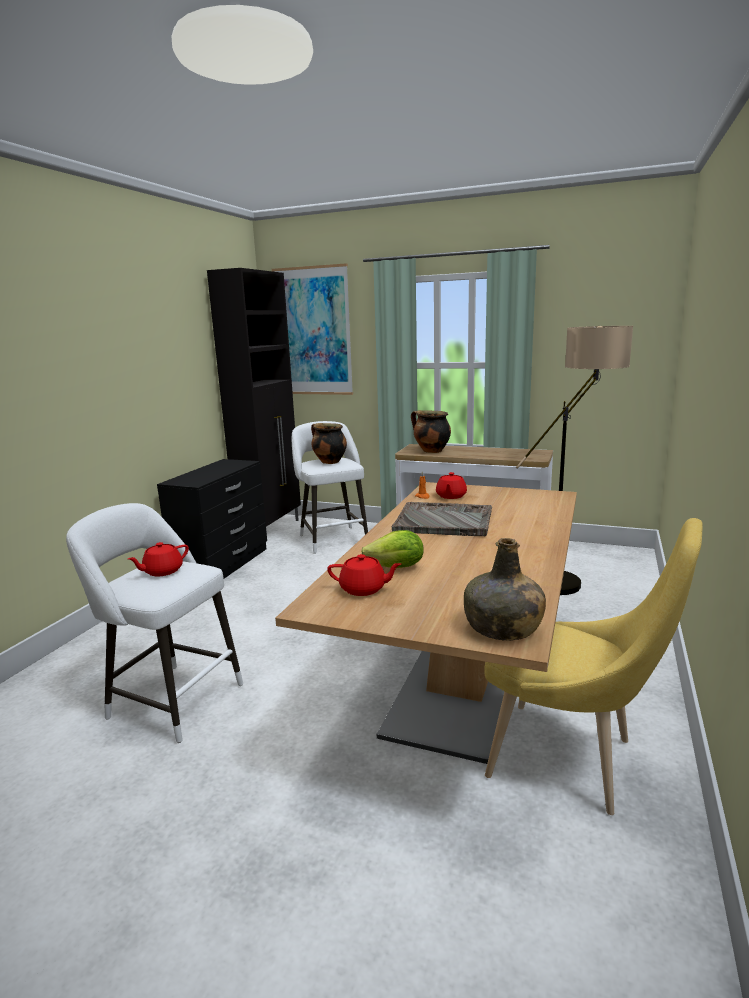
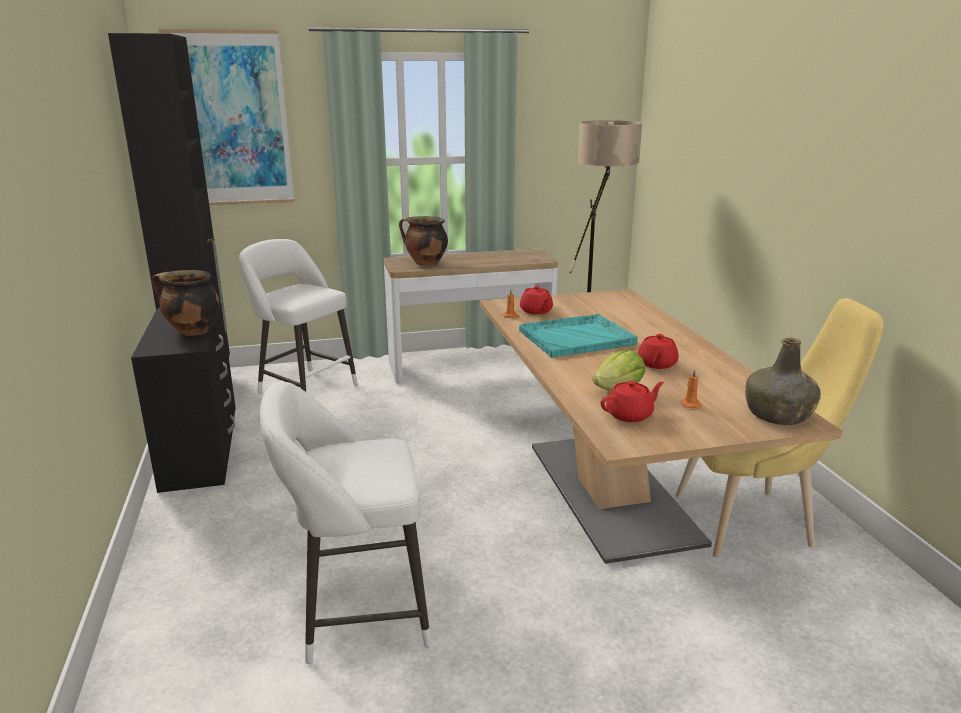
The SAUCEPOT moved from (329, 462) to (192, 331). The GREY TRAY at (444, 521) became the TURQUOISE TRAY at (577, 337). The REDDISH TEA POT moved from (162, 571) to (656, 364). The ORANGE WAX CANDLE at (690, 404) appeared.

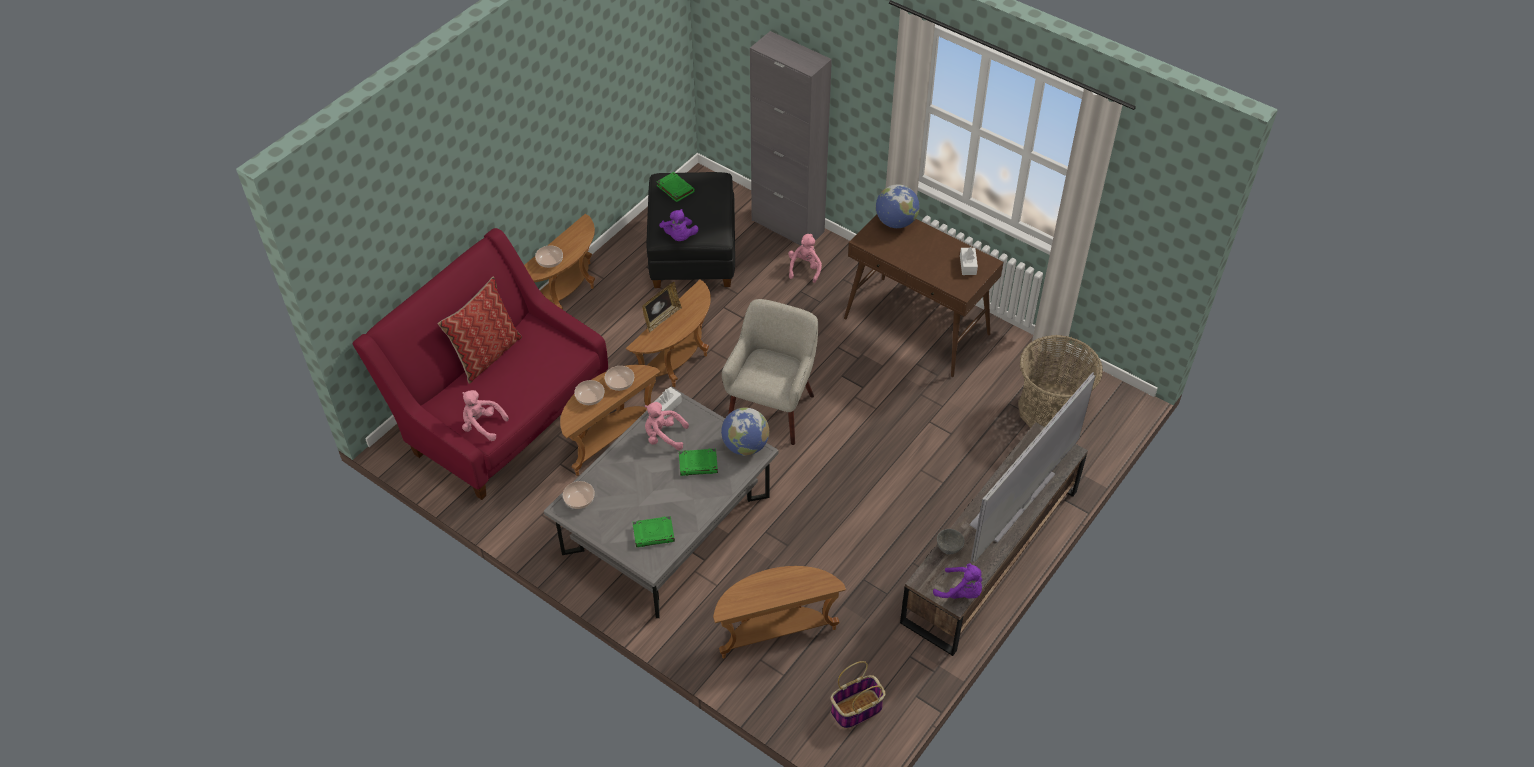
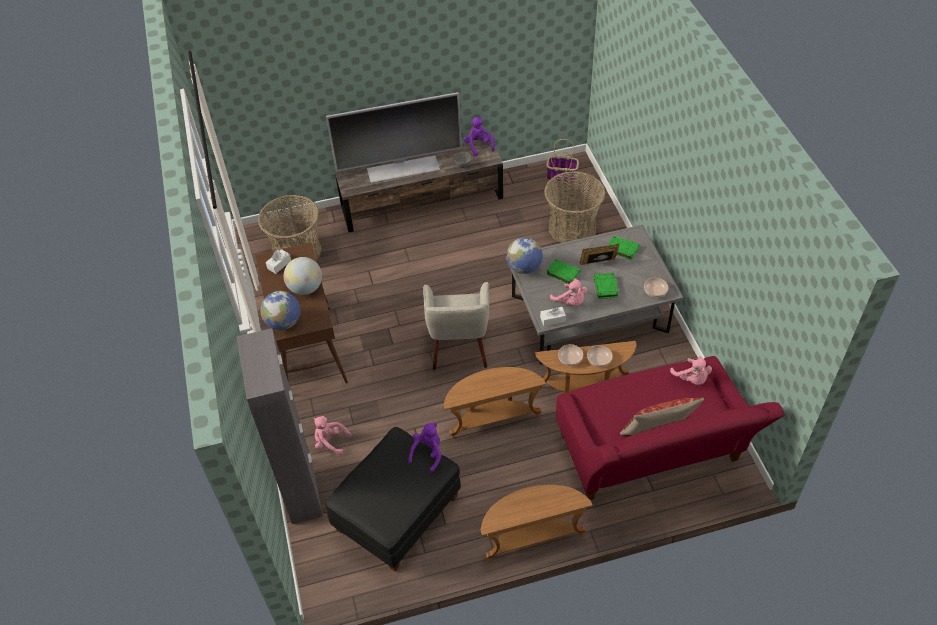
The GREENISH BOOK moved from (675, 188) to (606, 288). The PINK-COLOURED CUDDLY TOY at (804, 268) turned 60 degrees clockwise. The BOWL at (549, 261) disappeared. The PICTURE FRAME moved from (661, 318) to (598, 264). The BEIGE-COLOURED ARMCHAIR at (772, 409) turned 60 degrees counterclockwise. The BROWNISH END TABLE at (775, 631) was replaced by the HOUSEHOLD BASKET at (572, 228). The GLOBE at (305, 288) appeared.

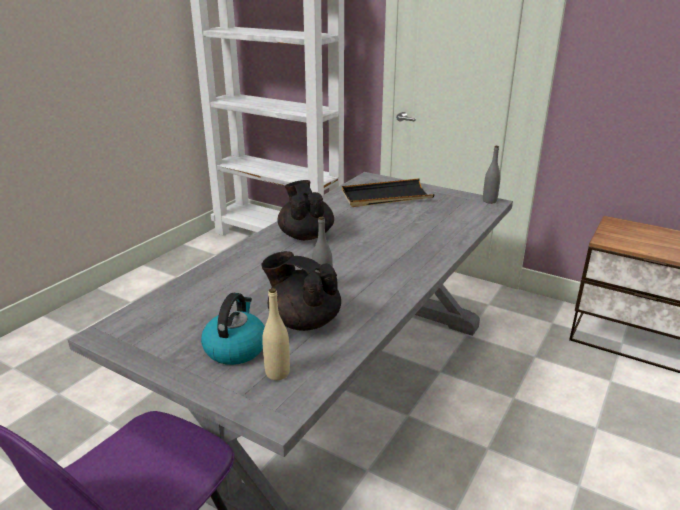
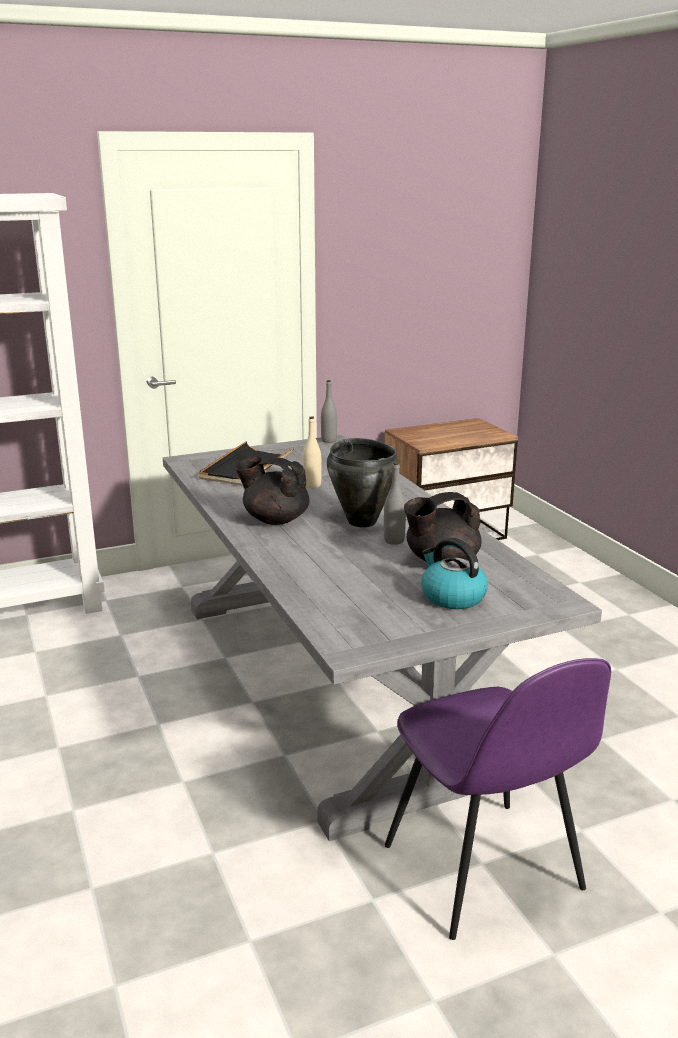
The BEIGE-COLOURED DRINK BOTTLE moved from (277, 373) to (312, 485). The BLACKISH SAUCEPOT at (362, 521) appeared.

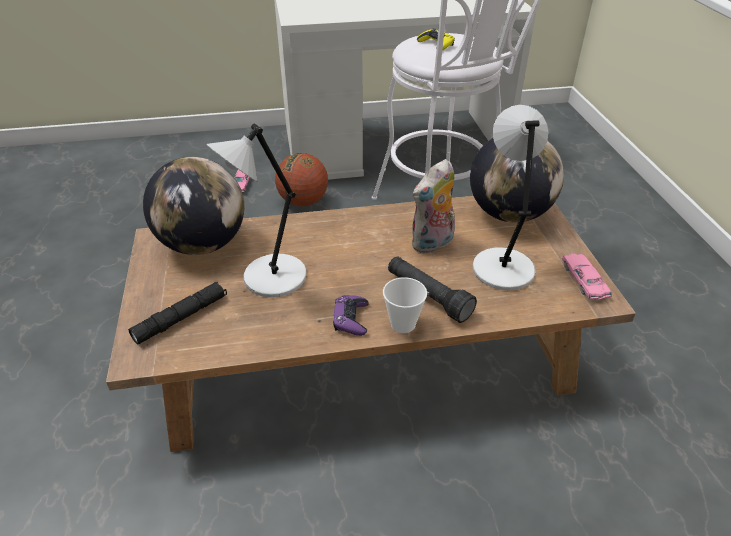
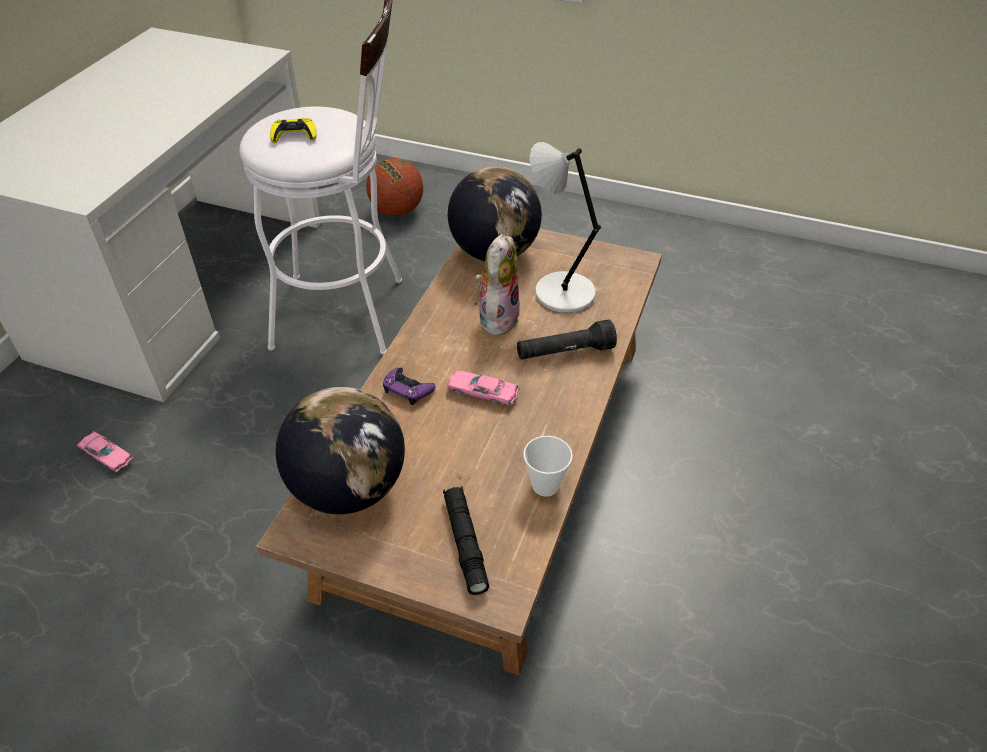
The GREY LAMP FOR A TABLE at (271, 278) disappeared. The BASKETBALL BALL moved from (303, 201) to (397, 211). The CUDDLY TOY at (432, 244) turned 150 degrees counterclockwise. The PINK-COLOURED TOY CAR moved from (584, 280) to (482, 392). The DRINKING CUP moved from (403, 324) to (545, 485). The PURPLE-COLOURED GAMEPAD moved from (351, 319) to (408, 389).

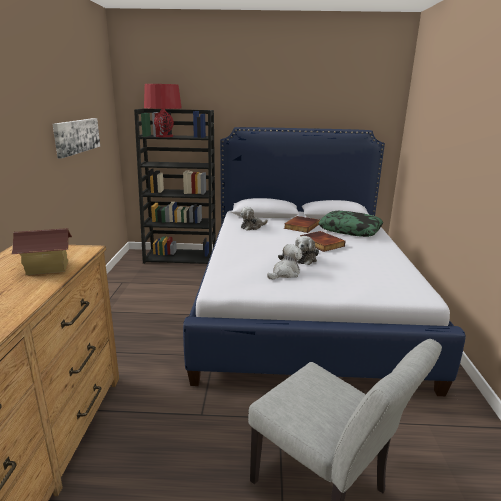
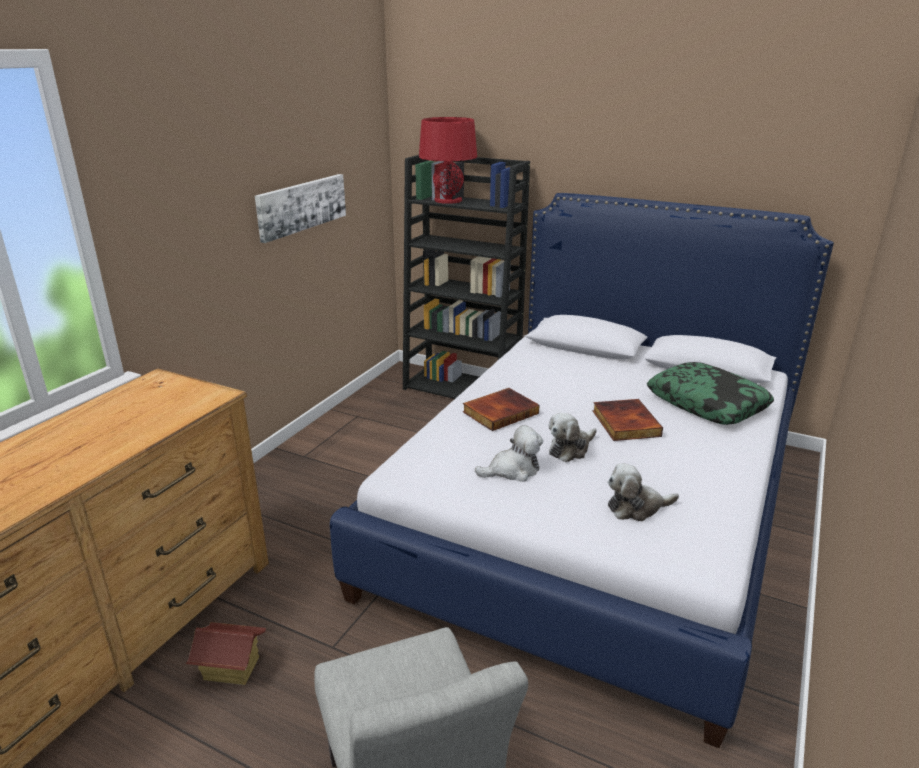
The CUDDLY TOY moved from (252, 227) to (636, 507). The BOOK moved from (301, 226) to (500, 412). The TOY HOUSE moved from (47, 268) to (231, 668).

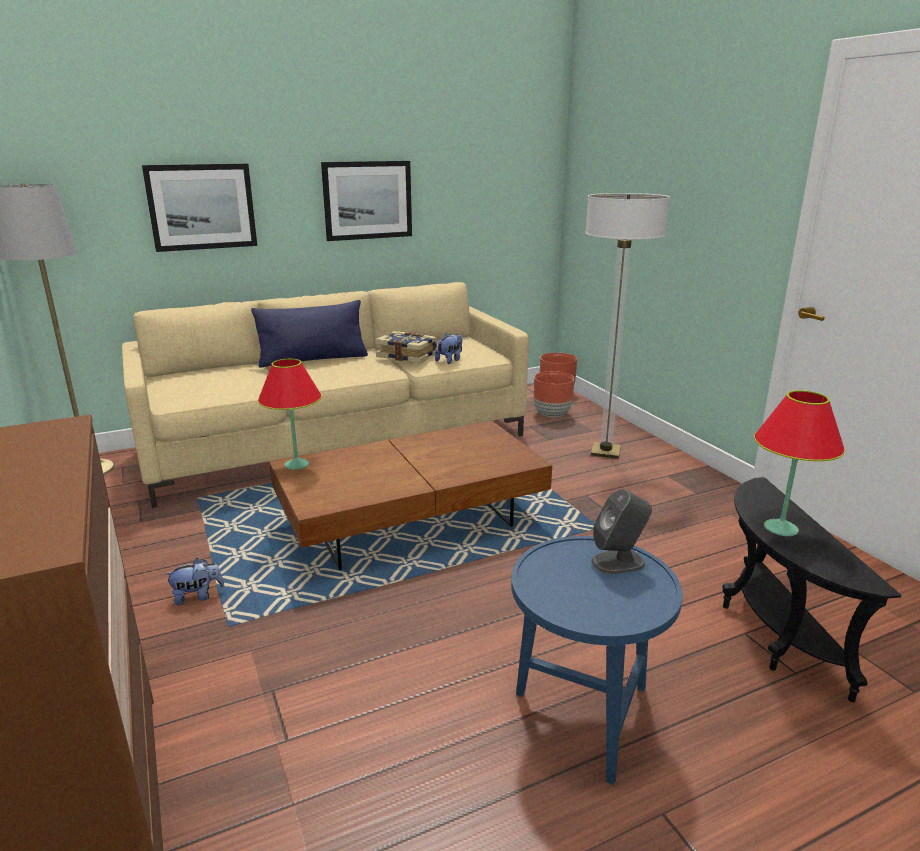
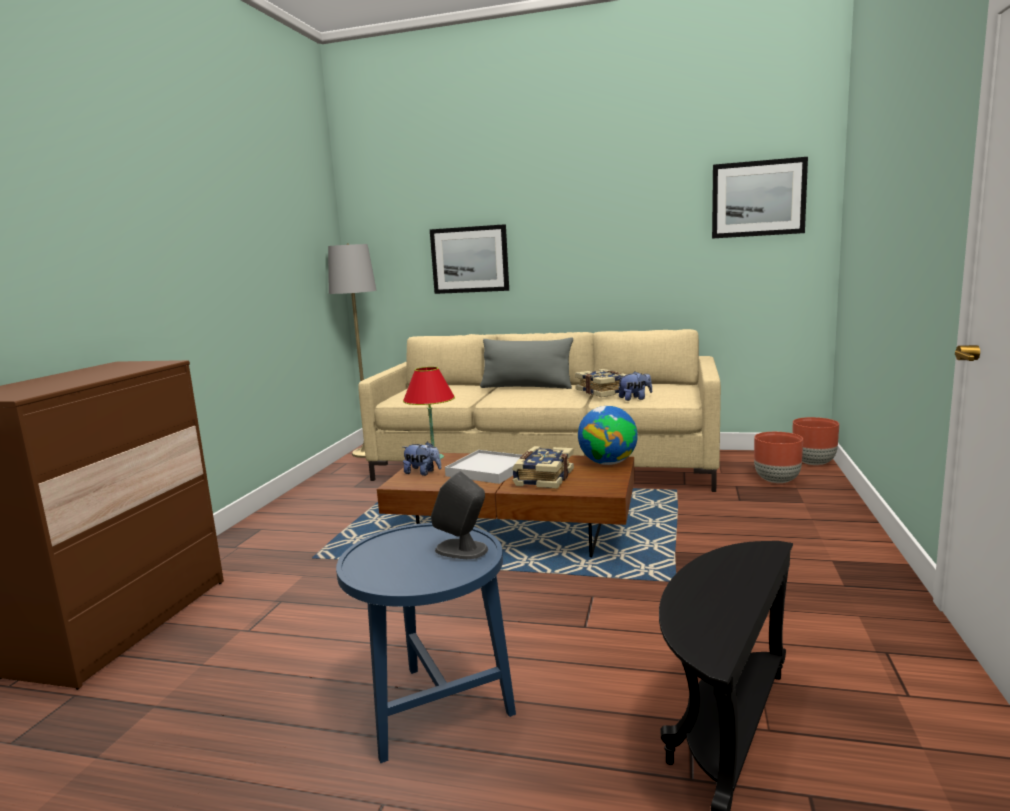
The WALL ART moved from (367, 200) to (758, 198). The STANDING LAMP at (605, 452) disappeared. The BLUE THROW PILLOW at (313, 360) became the GREY THROW PILLOW at (526, 387). The REDDISH LAMP FOR A TABLE at (780, 528) disappeared. The CUDDLY TOY moved from (197, 596) to (422, 473). The GLOBE at (608, 463) appeared. The BOOK at (543, 478) appeared. The WHITE TRAY at (488, 470) appeared.

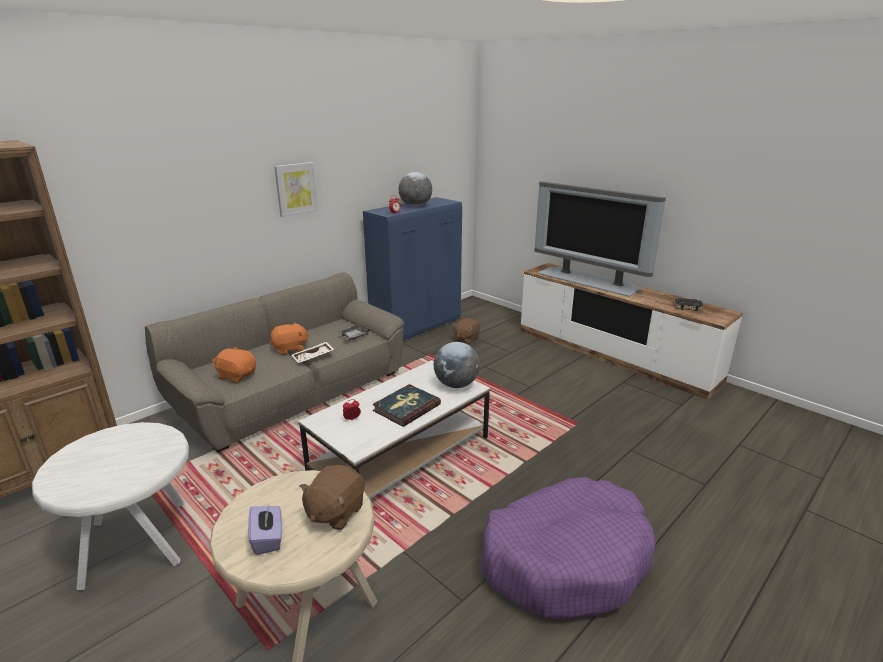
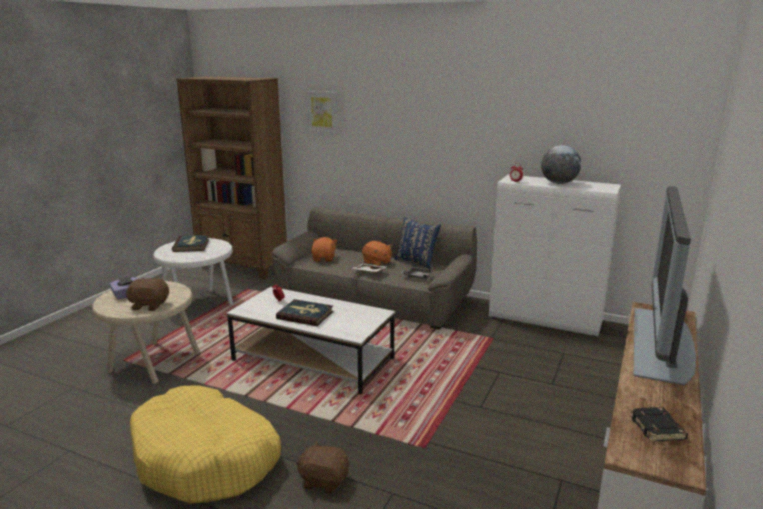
The WALL ART moved from (296, 189) to (322, 112). The BLUE STORAGE CABINET at (417, 327) became the WHITE STORAGE CABINET at (546, 320). The BROWNISH CUDDLY TOY moved from (465, 339) to (324, 481). The GLOBE at (456, 385) disappeared. The PURPLE-COLOURED DOG CUSHION at (565, 559) became the YELLOWISH DOG CUSHION at (206, 459). The BLUE THROW PILLOW at (417, 262) appeared. The BOOK at (191, 245) appeared.

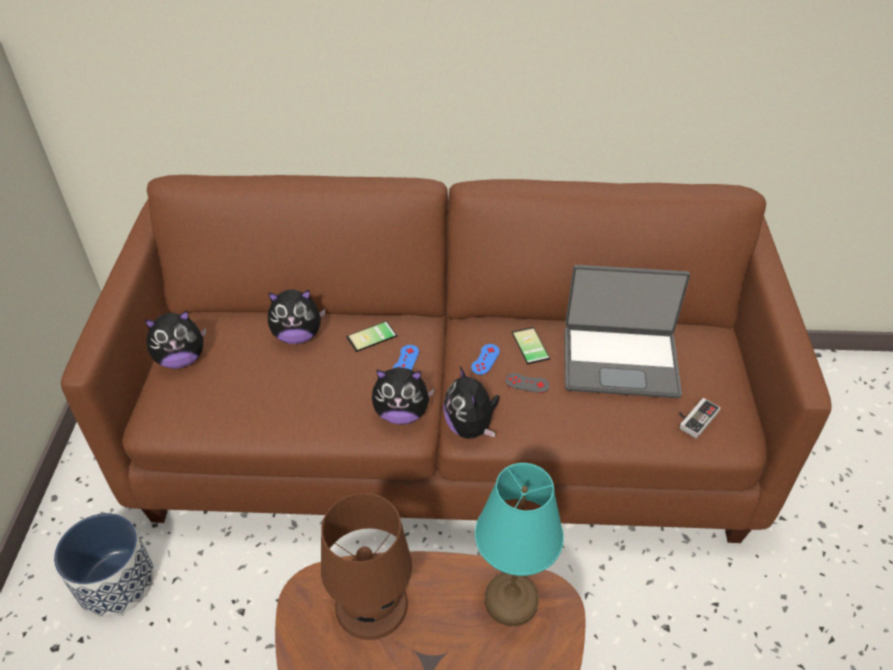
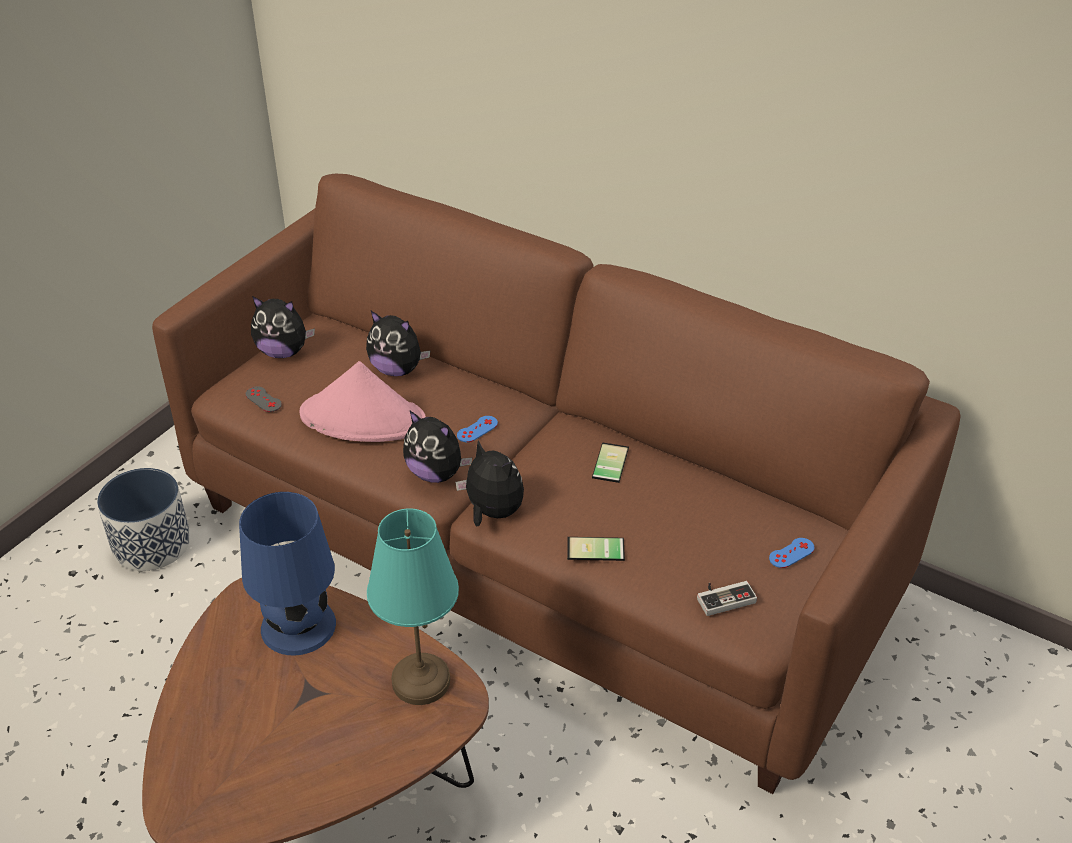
The NOTEBOOK COMPUTER at (620, 361) disappeared. The PHONE moved from (372, 338) to (595, 551). The BLUE GAMEPAD moved from (485, 359) to (791, 553). The CUDDLY TOY at (470, 427) turned 120 degrees clockwise. The GREY GAMEPAD moved from (527, 383) to (263, 399). The BROWNISH LAMP FOR A TABLE at (372, 604) became the BLUE LAMP FOR A TABLE at (299, 626). The PINK-COLOURED CLOTHING HAT at (363, 418) appeared.

